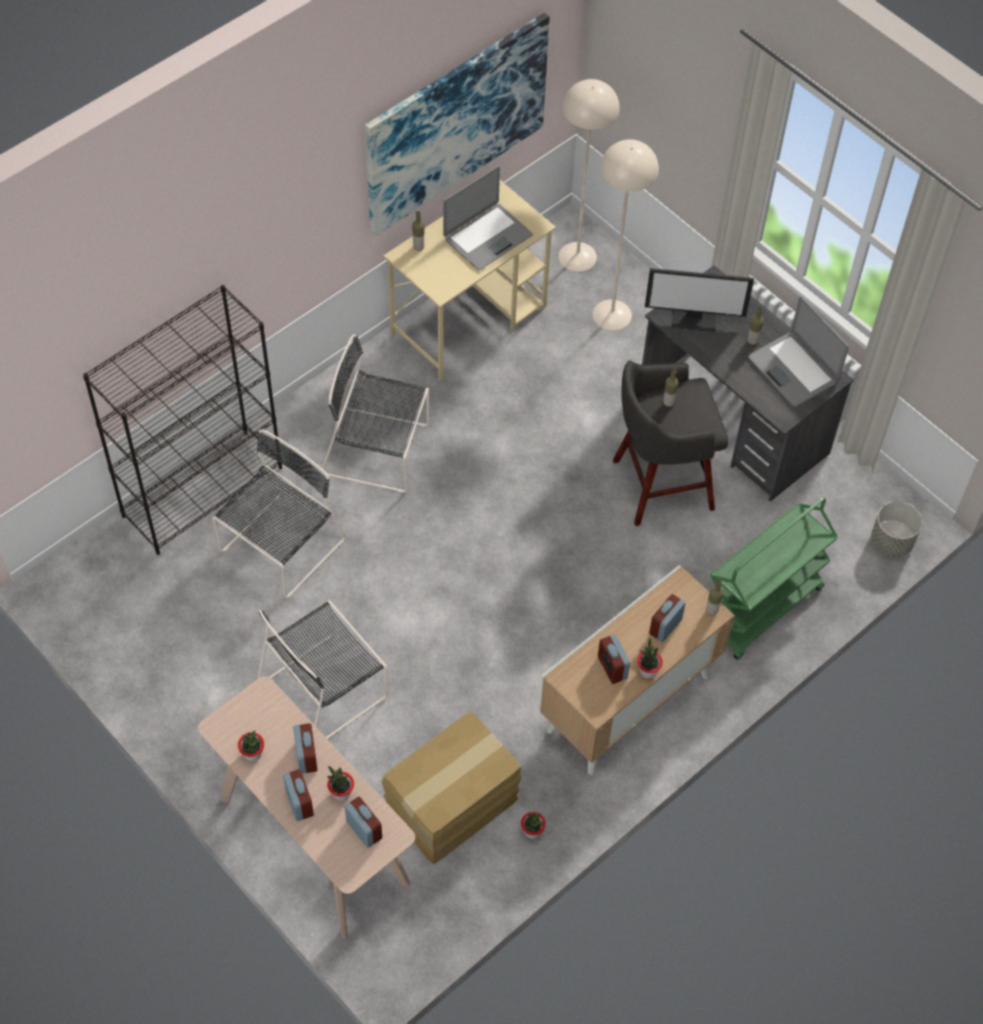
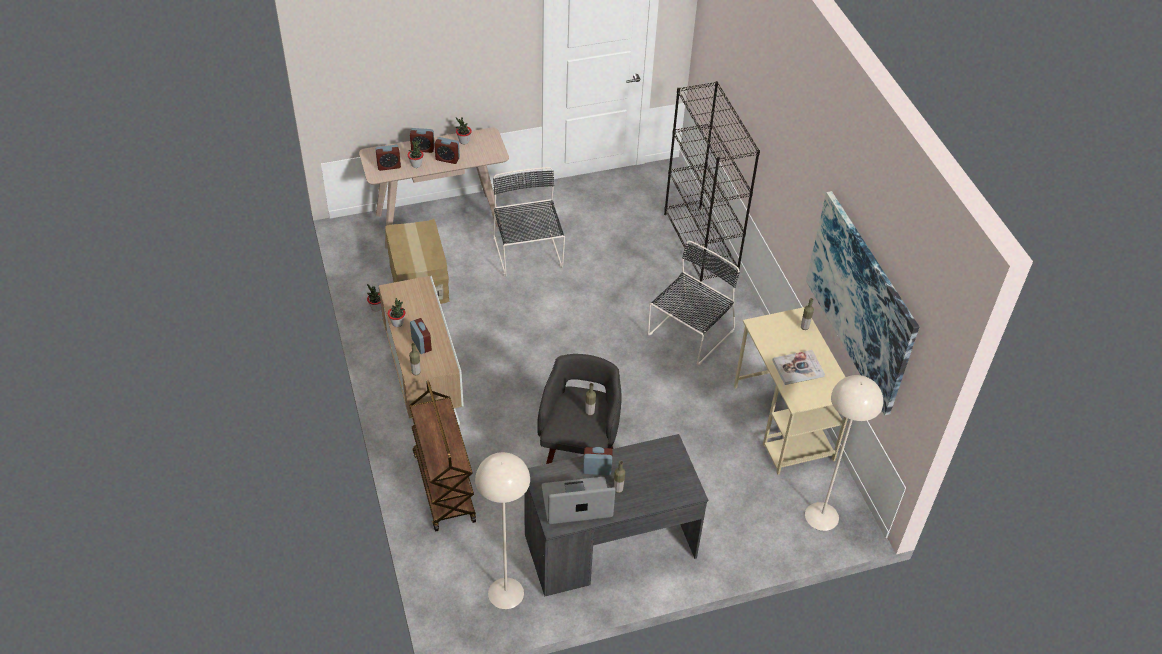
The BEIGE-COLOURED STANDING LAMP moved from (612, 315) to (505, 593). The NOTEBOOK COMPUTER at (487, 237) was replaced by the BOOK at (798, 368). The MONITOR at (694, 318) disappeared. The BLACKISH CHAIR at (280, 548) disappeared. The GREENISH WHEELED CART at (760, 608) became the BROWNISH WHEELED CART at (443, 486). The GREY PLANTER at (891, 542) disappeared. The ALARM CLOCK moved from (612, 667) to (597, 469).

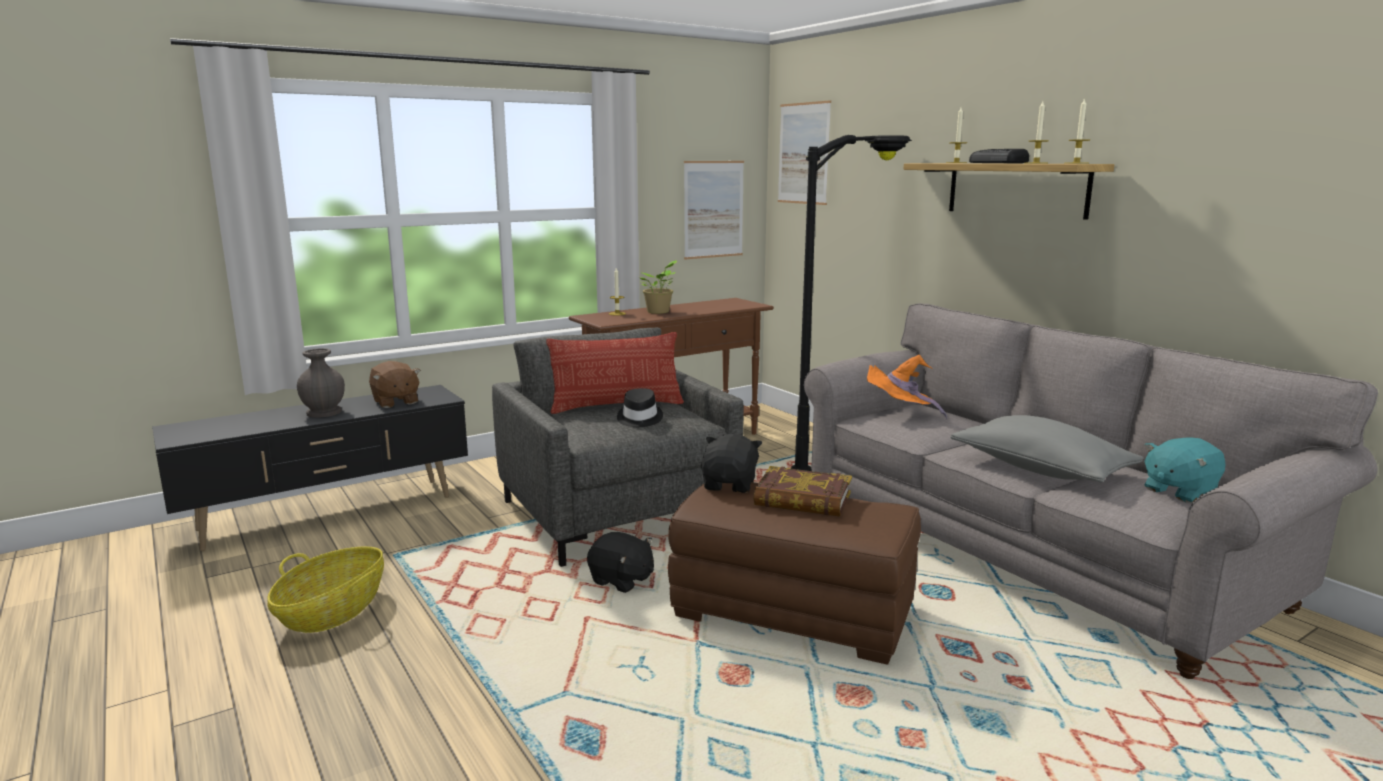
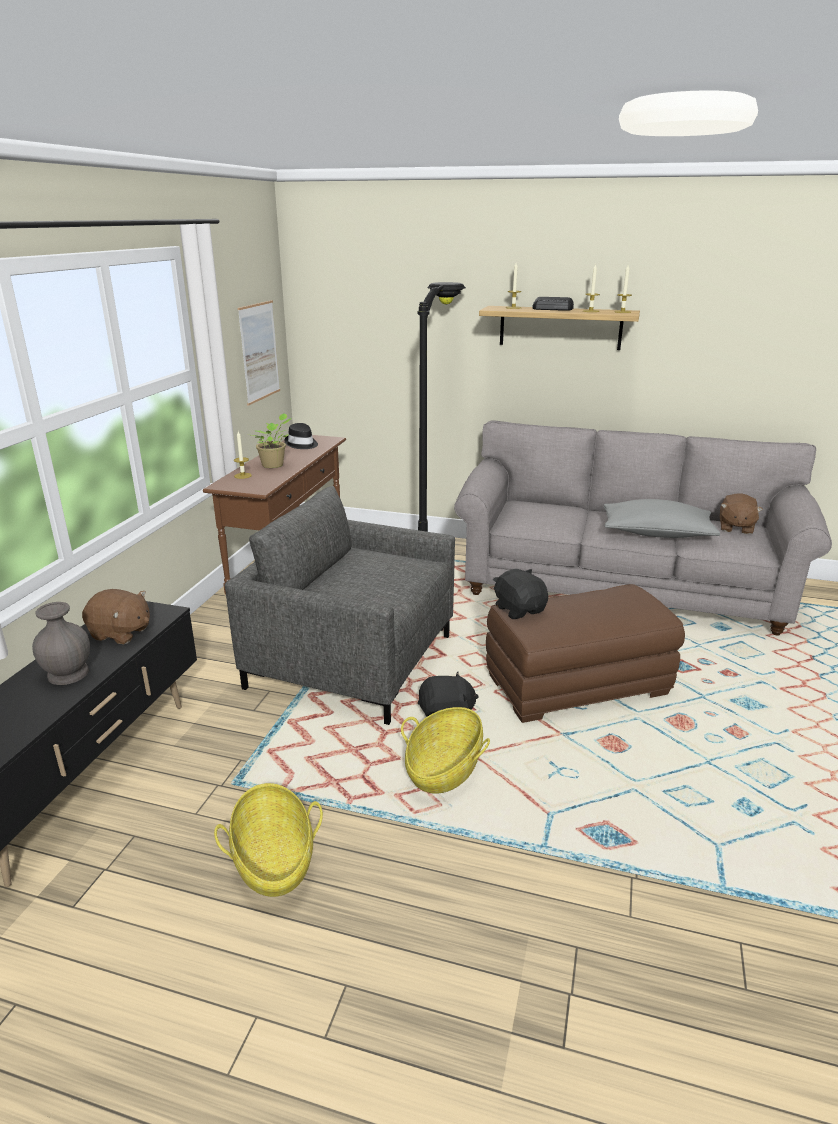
The WALL ART at (803, 153) disappeared. The THROW PILLOW at (616, 406) disappeared. The ORANGE CLOTHING HAT at (900, 413) disappeared. The BLACKISH CLOTHING HAT moved from (639, 419) to (301, 444). The TURQUOISE CUDDLY TOY at (1179, 491) became the BROWNISH CUDDLY TOY at (735, 528). The BOOK at (802, 499) disappeared. The HOUSEHOLD BASKET at (444, 768) appeared.

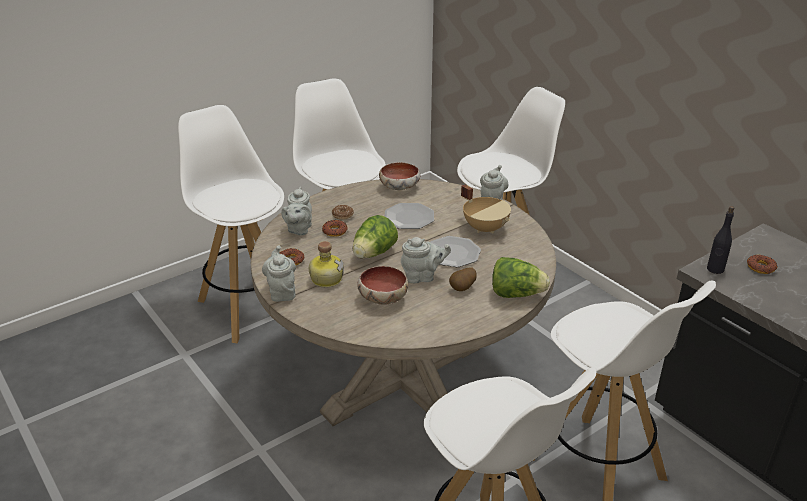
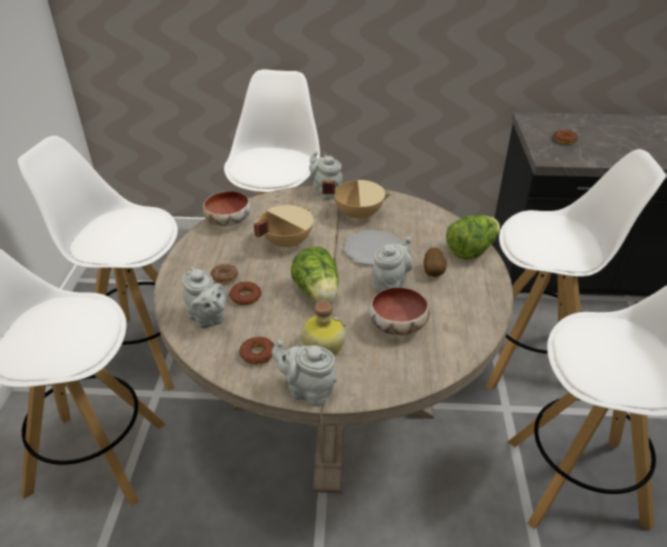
The PLATE at (409, 217) was replaced by the BEIGE-COLOURED SAUCEPOT at (286, 242). The BLACKISH DRINK BOTTLE at (715, 269) disappeared.

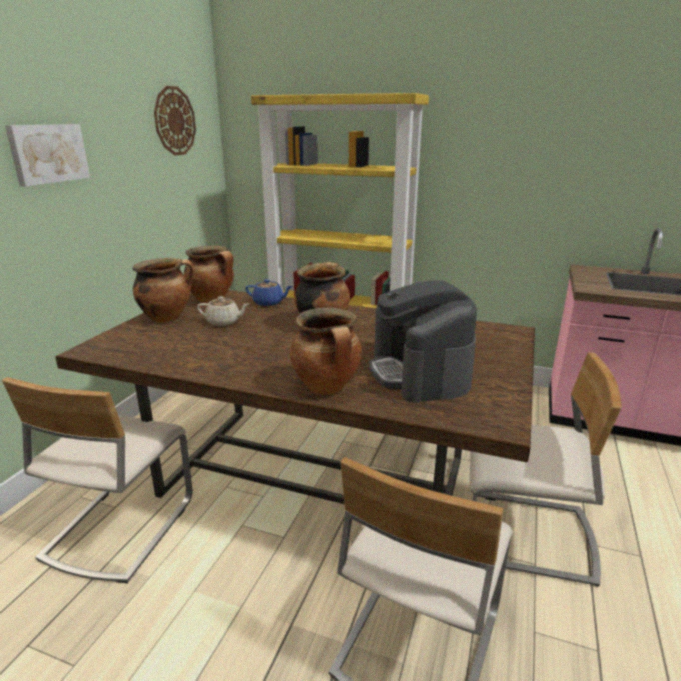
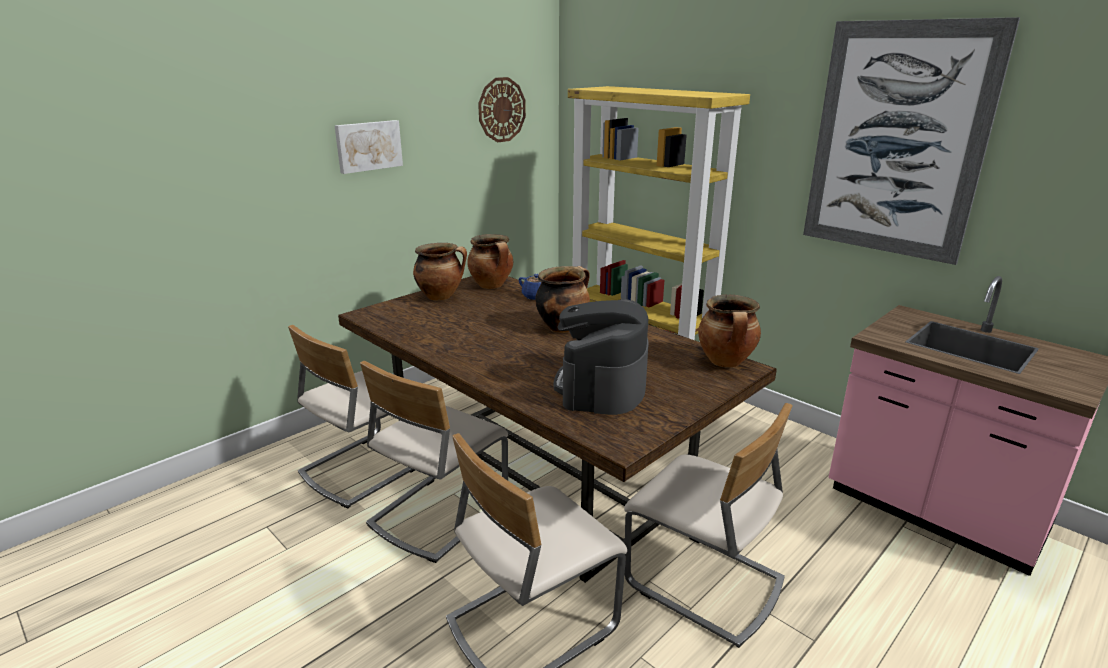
The BEIGE-COLOURED TEA POT at (224, 322) disappeared. The SAUCEPOT moved from (327, 387) to (726, 362). The WALL ART at (897, 141) appeared. The BEIGE-COLOURED CHAIR at (438, 513) appeared.

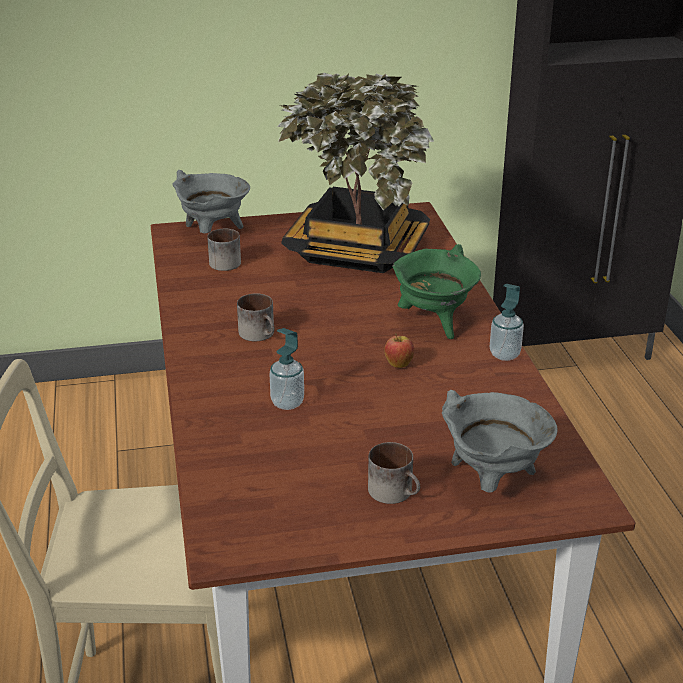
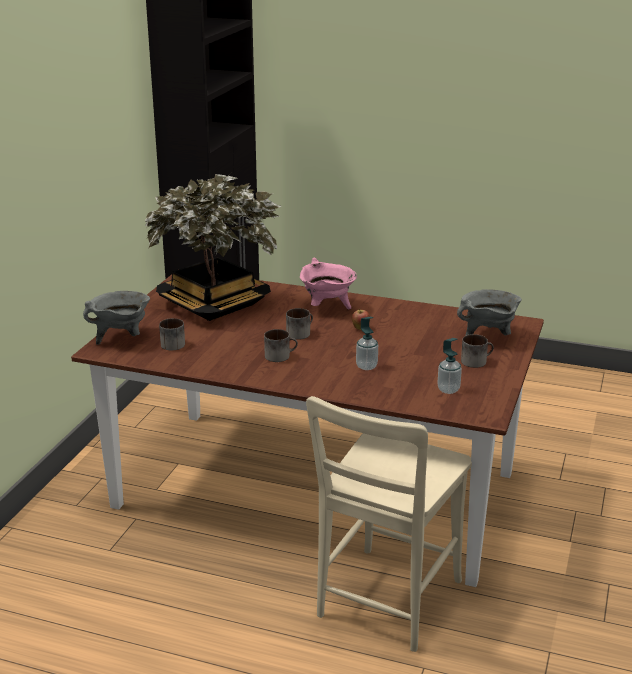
The GREENISH SAUCEPOT at (434, 323) became the PINK-COLOURED SAUCEPOT at (327, 308). The SOAP DISPENSER moved from (504, 354) to (448, 390). The TEA MUG at (300, 333) appeared.

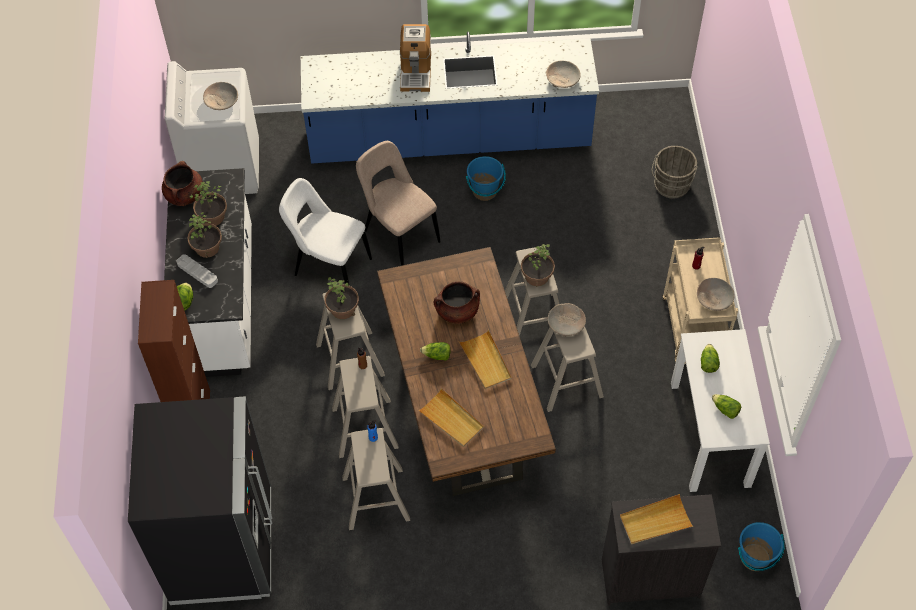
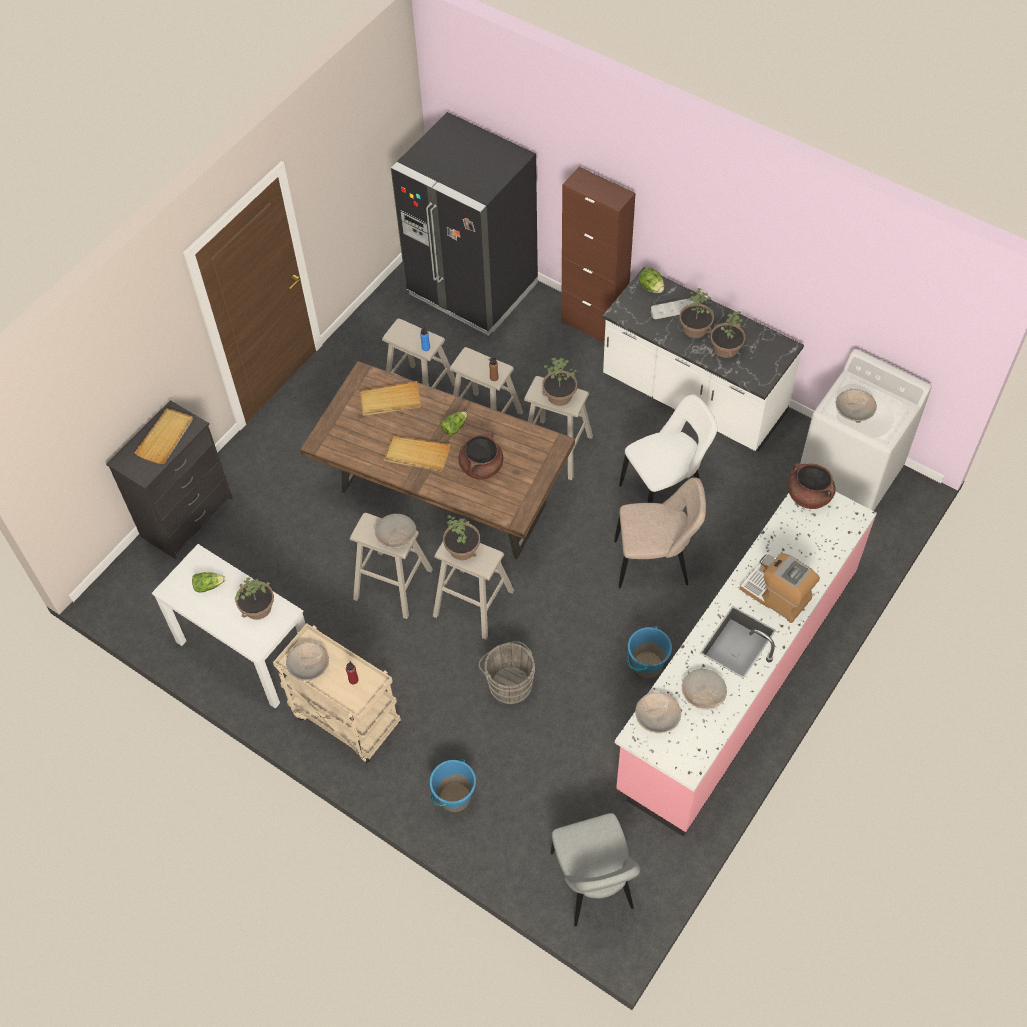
The BLUE KITCHEN BASE UNIT at (449, 139) became the PINK-COLOURED KITCHEN BASE UNIT at (737, 679). The GREY BUCKET moved from (671, 187) to (509, 683). The BROWNISH SAUCEPOT moved from (184, 195) to (808, 496). The LETTUCE at (708, 363) was replaced by the POTTED PLANT at (257, 607). The BLUE BUCKET moved from (754, 558) to (454, 797). The BEIGE-COLOURED BOWL at (703, 693) appeared. The GREY CHAIR at (593, 885) appeared.

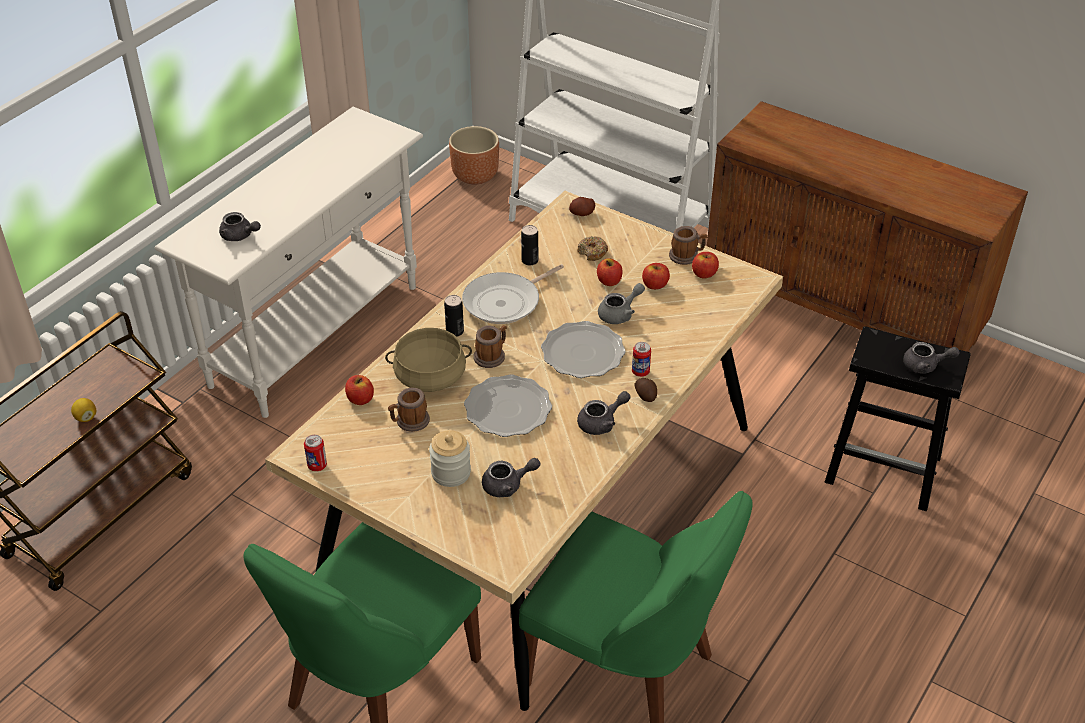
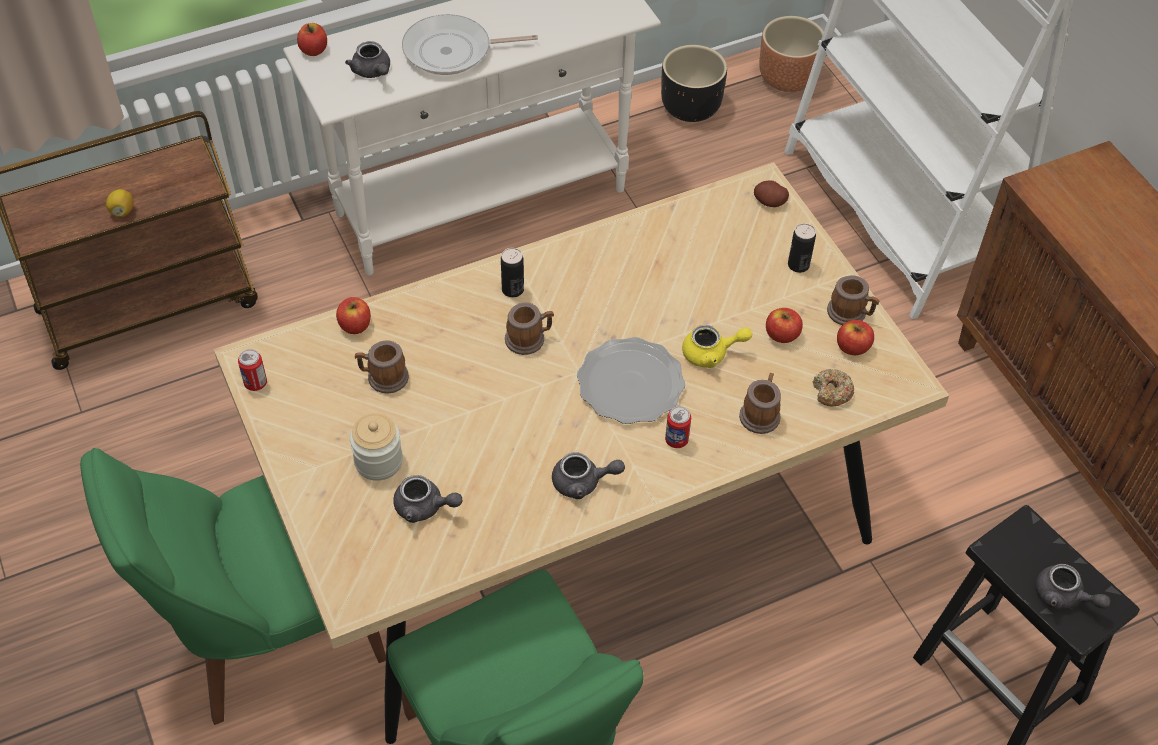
The CAN moved from (530, 260) to (798, 265). The DONUT moved from (592, 252) to (831, 392). The APPLE FRUIT moved from (609, 281) to (314, 50). The PAN moved from (505, 302) to (453, 51). The GREY TEA POT at (620, 314) became the YELLOWISH TEA POT at (711, 353). The BEIGE-COLOURED SAUCEPOT at (430, 376) disappeared. The PLATE at (508, 409) disappeared. The SPUD at (645, 395) disappeared. The BLACKISH PLANTER at (691, 108) appeared. The TEA MUG at (760, 413) appeared.

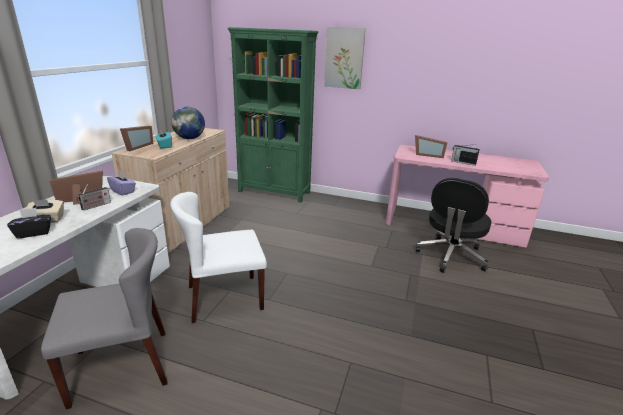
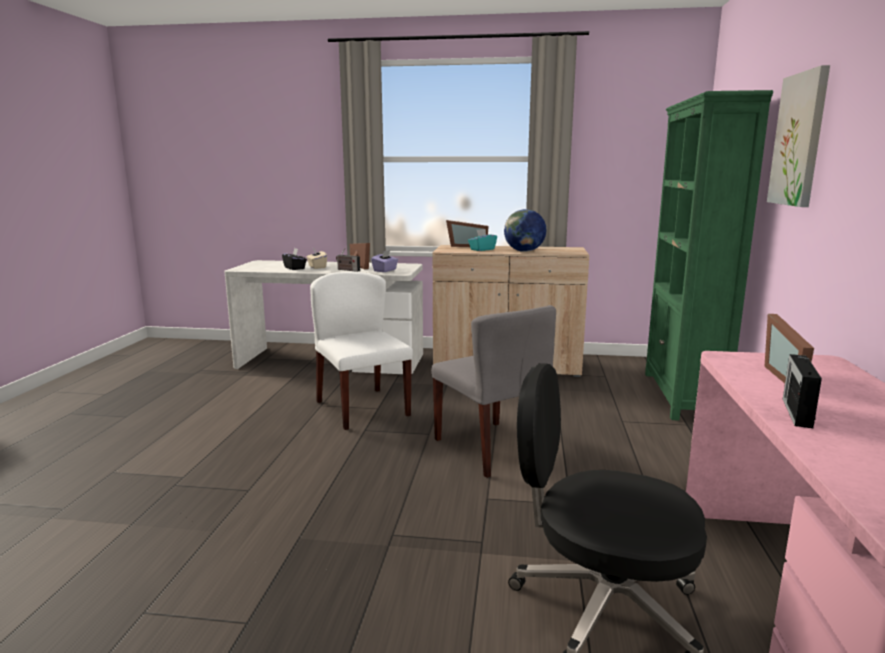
The GREY CHAIR moved from (122, 366) to (493, 448).

